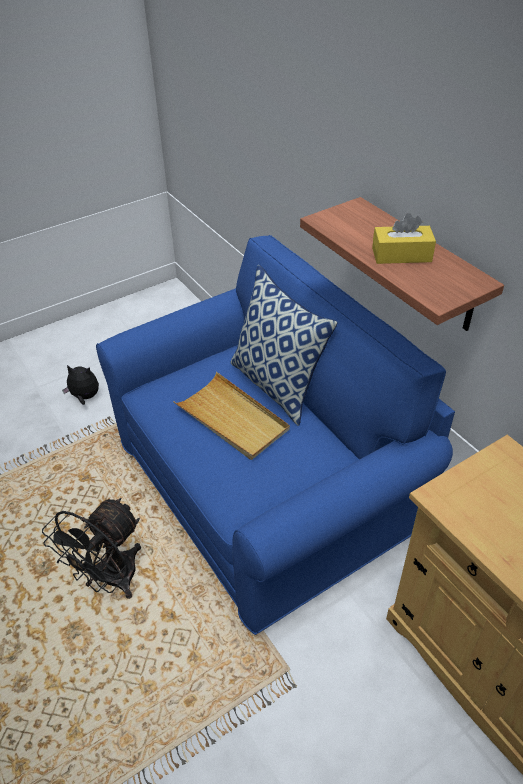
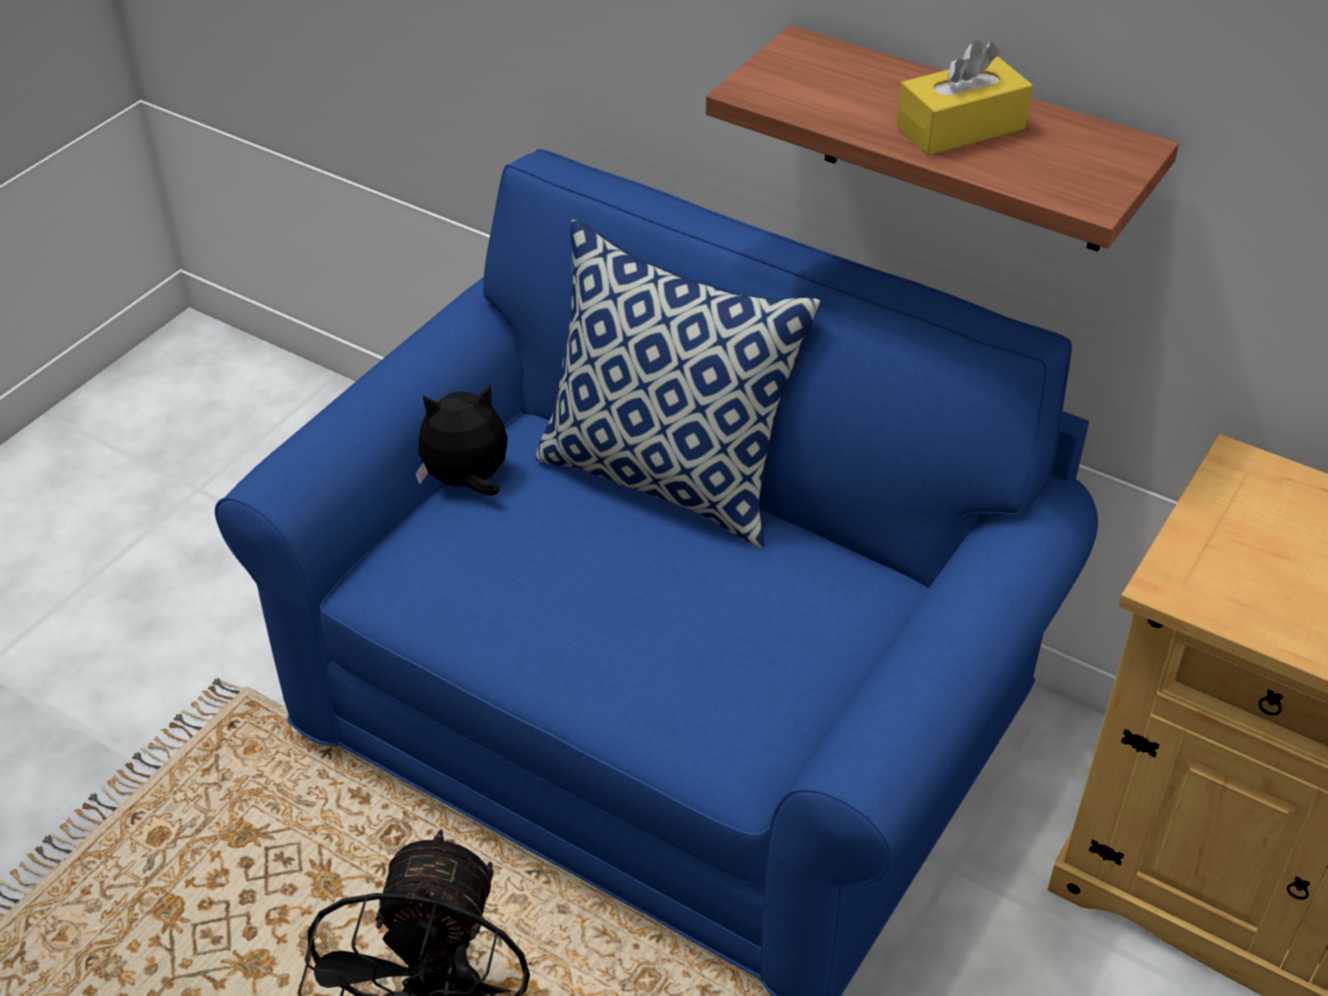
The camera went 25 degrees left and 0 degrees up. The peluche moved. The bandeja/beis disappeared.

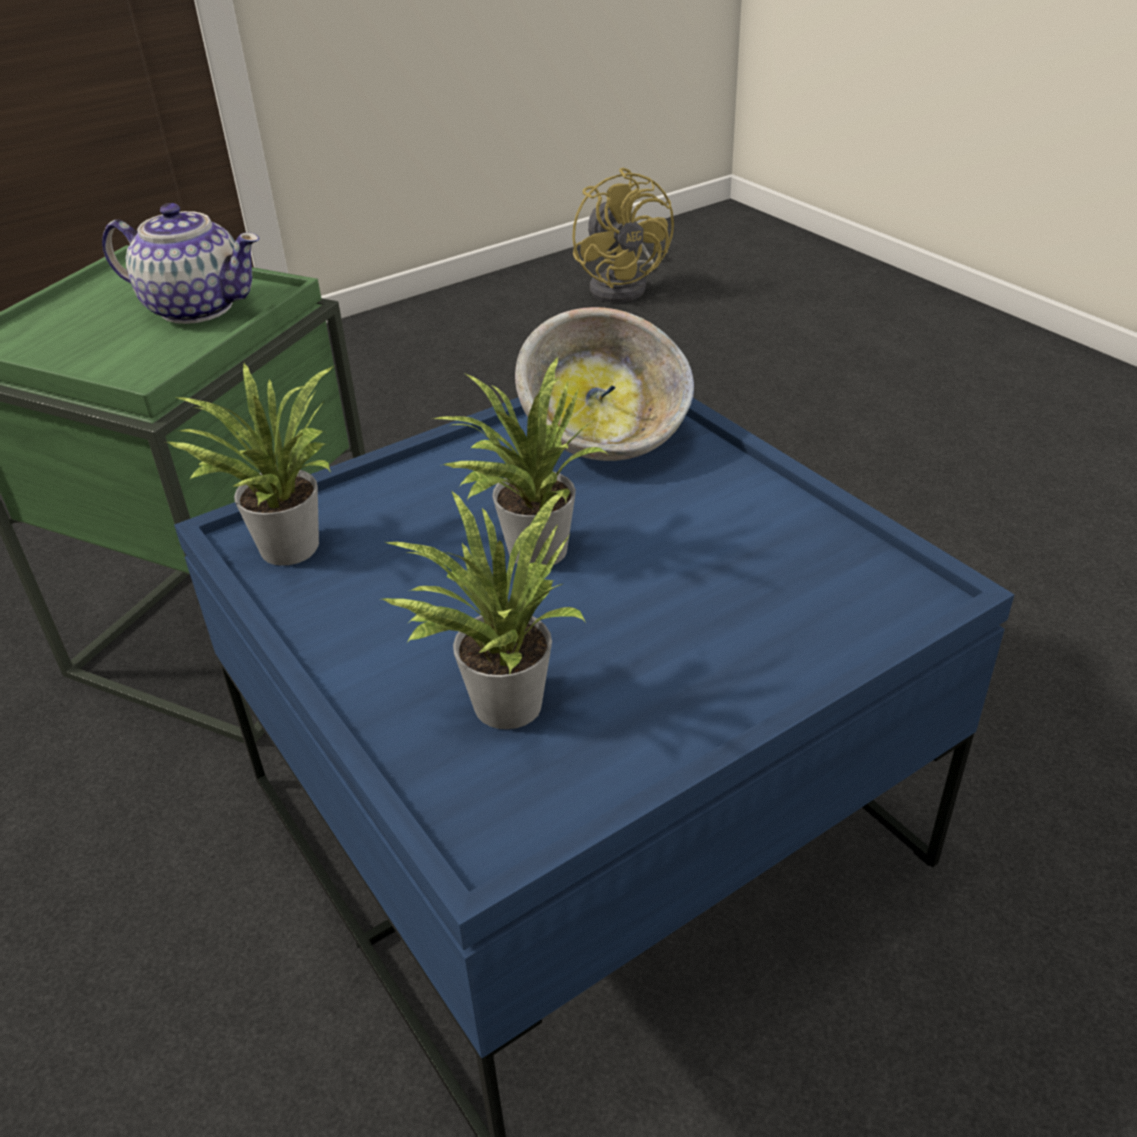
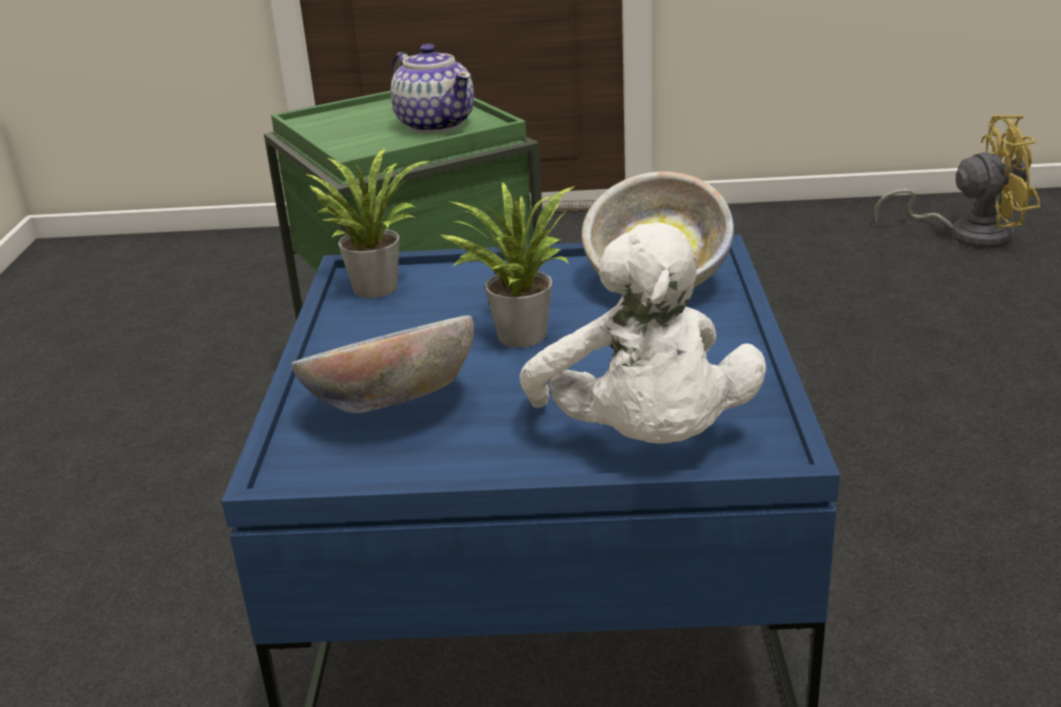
The camera went 35 degrees right and 10 degrees down. The planta en maceta (2nd from left) was replaced by the cuenco (1st from left). The peluche/blanco appeared. The ventilador/amarillo turned 105 degrees counterclockwise.

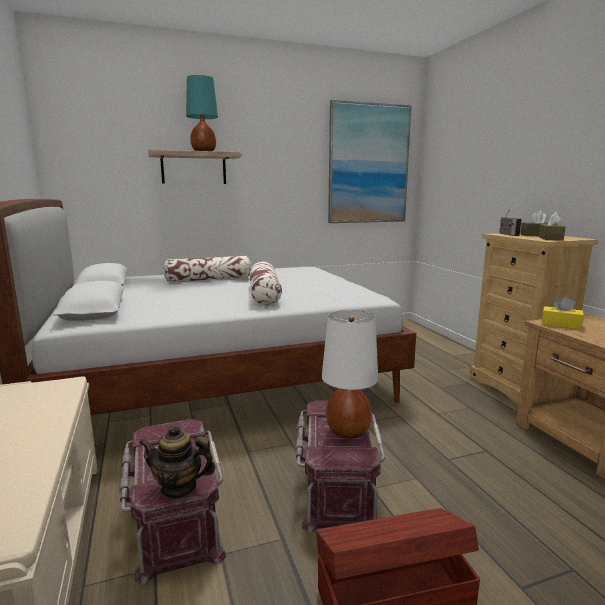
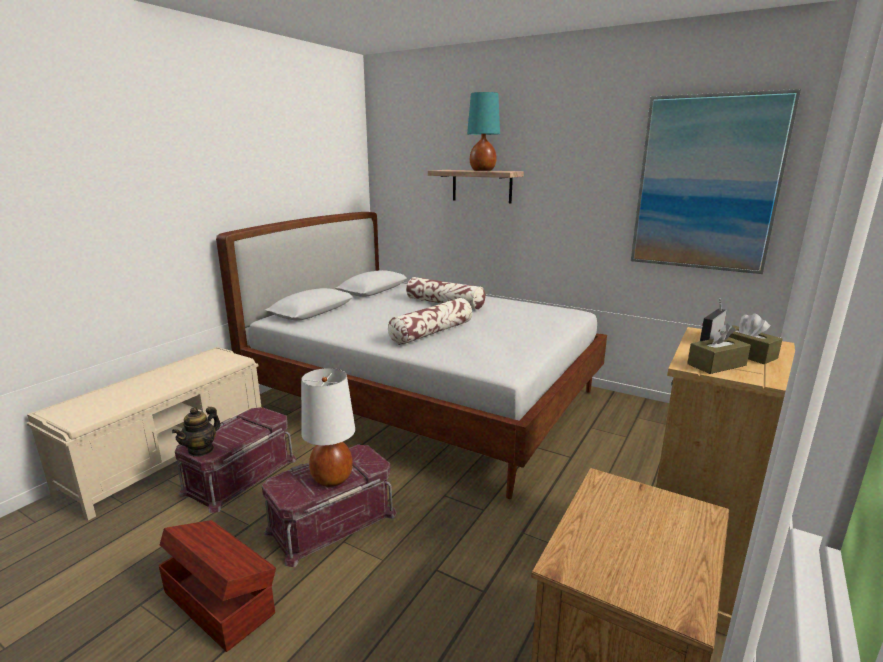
The camera went 50 degrees right and 5 degrees up. The tetera turned 120 degrees counterclockwise. The caja de pañuelos/amarillo disappeared.

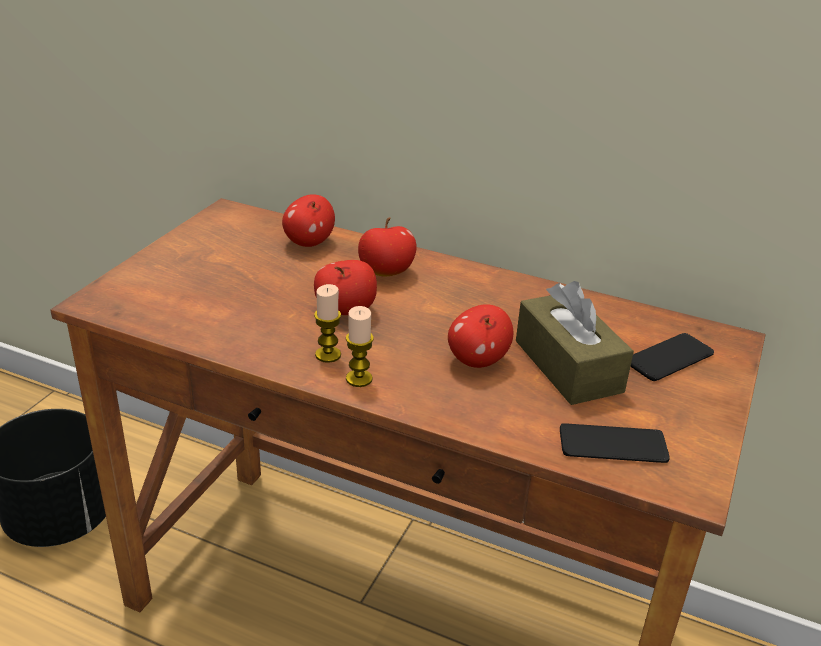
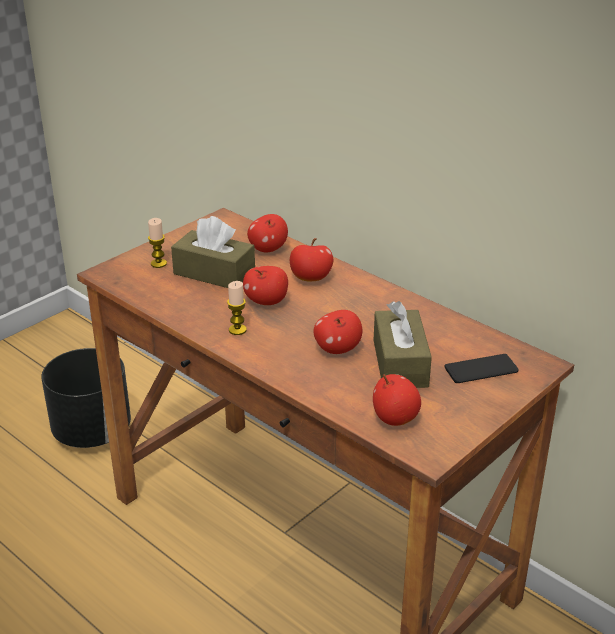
The camera went 20 degrees right and 0 degrees up. The vela (2nd from left in the first image) moved. The caja de pañuelos/marrón (1st from left) appeared. The móvil (1st from left) was replaced by the manzana (5th from left).

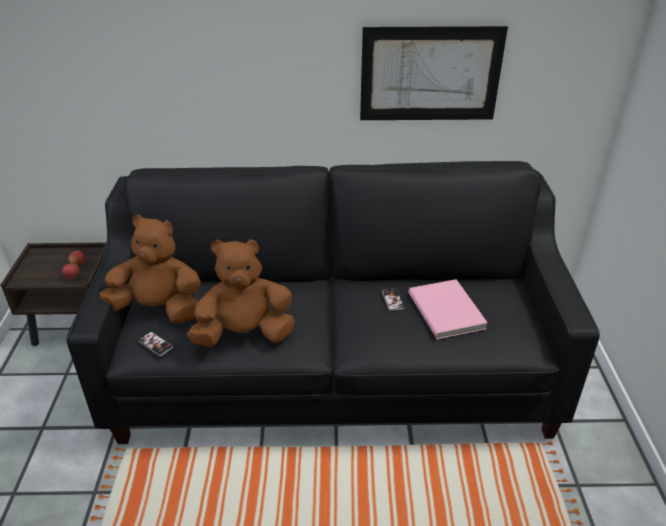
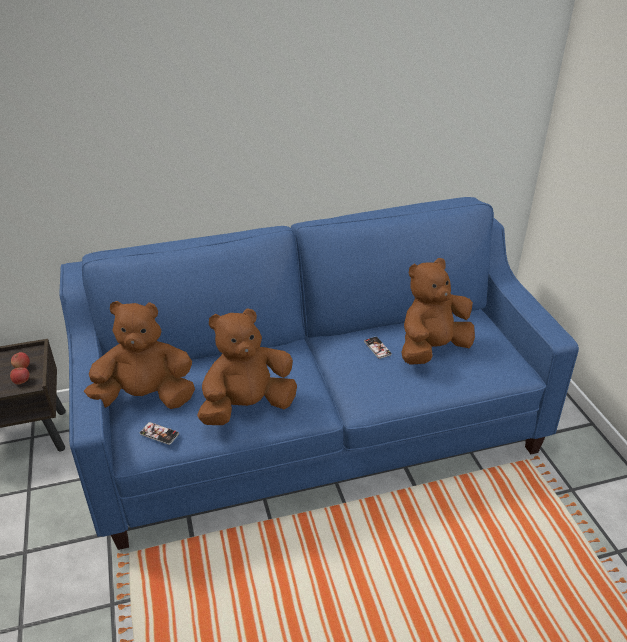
The camera went 15 degrees left and 0 degrees up. The sofá/negro became the sofá/azul. The libro/rosa was replaced by the peluche/marrón (3rd from left). The cuadro disappeared.

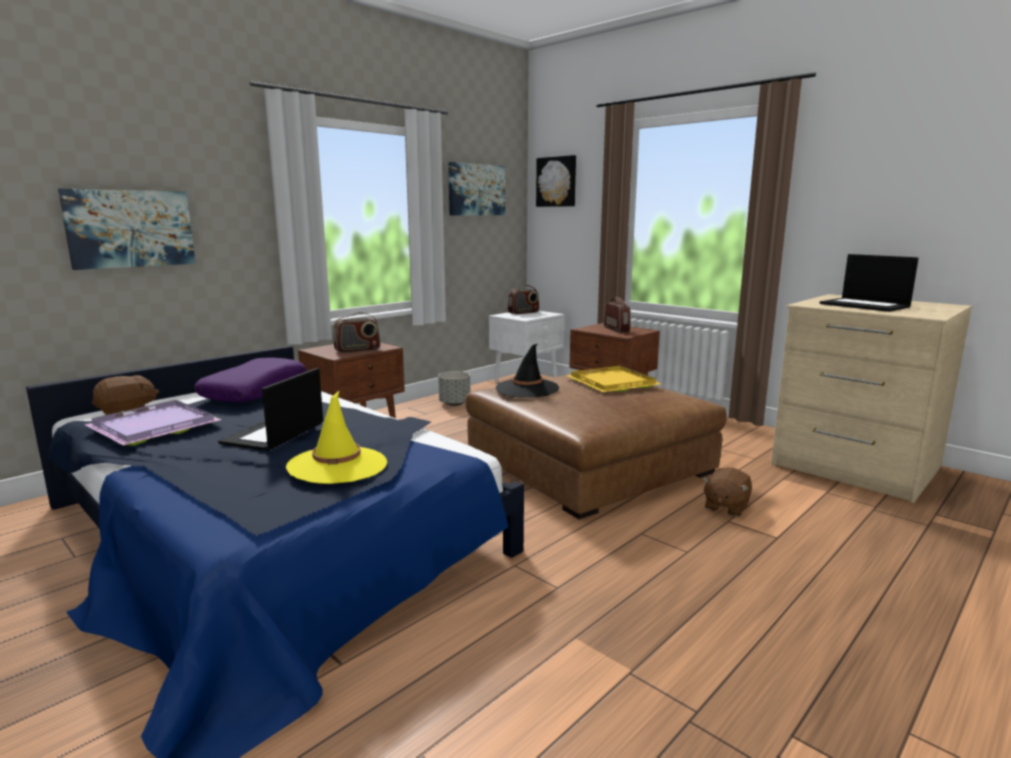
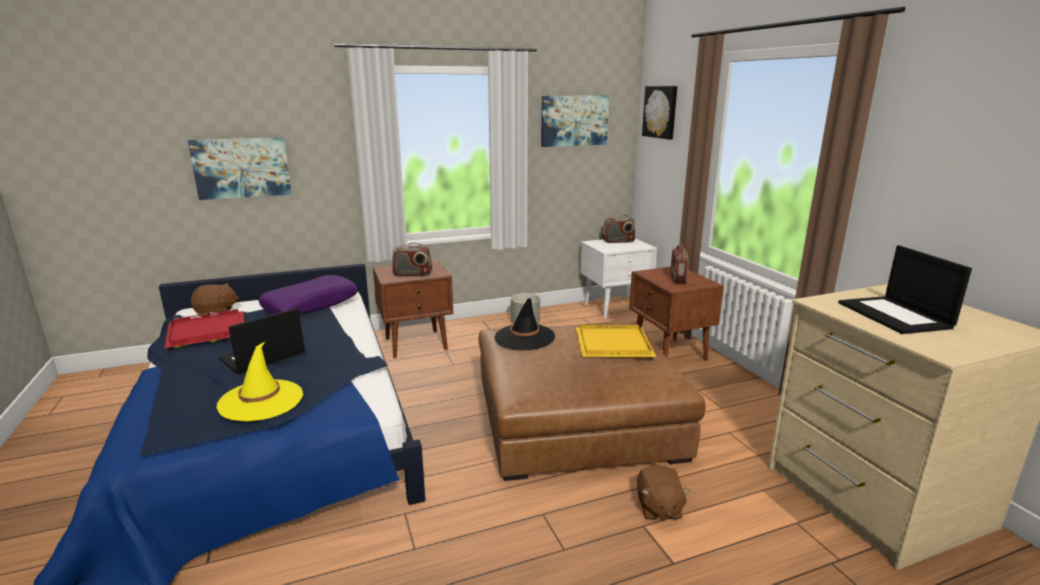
The camera went 25 degrees right and 5 degrees up. The bandeja/morado became the bandeja/rojo. The peluche/marrón (2nd from left) turned 60 degrees counterclockwise.

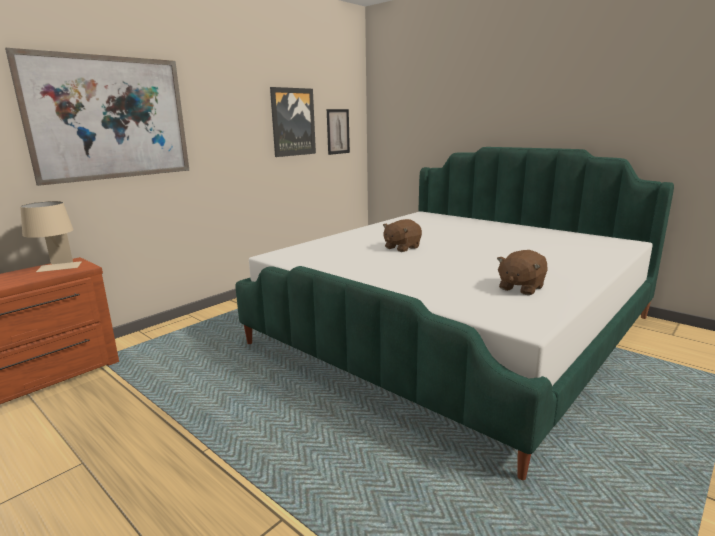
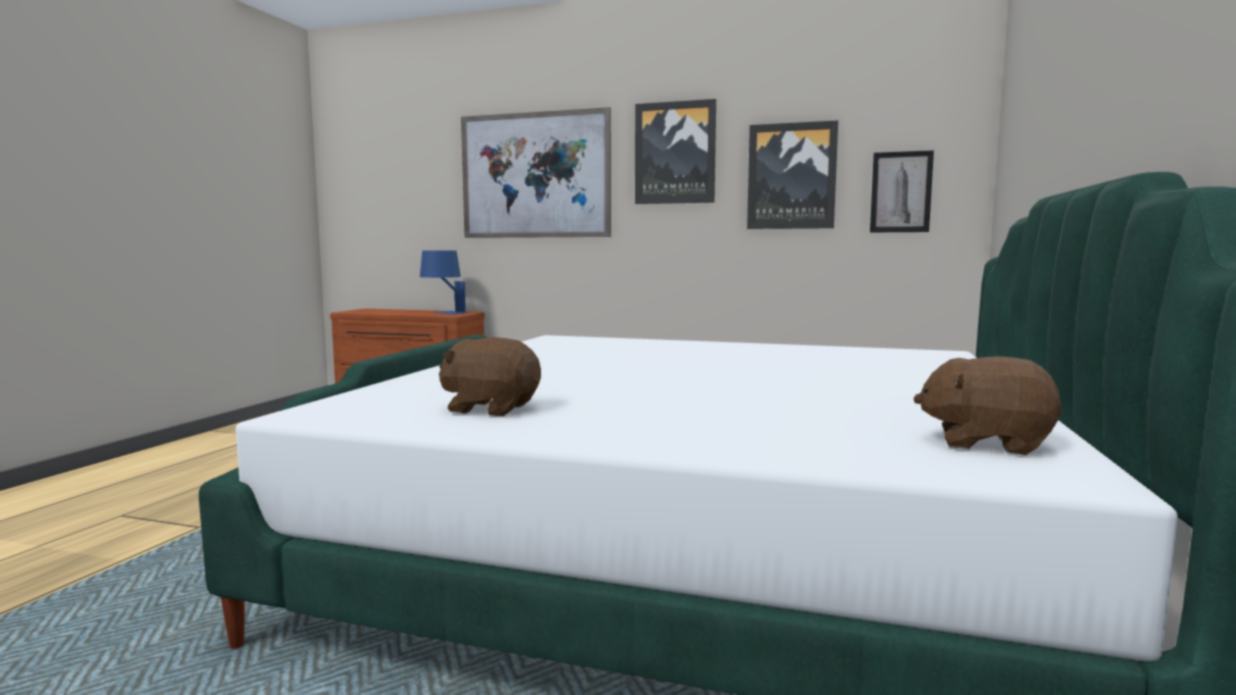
The camera went 65 degrees right and 10 degrees down. The lámpara de mesa/beis became the lámpara de mesa/azul. The cuadro (2nd from left) appeared. The peluche/marrón (1st from left in the first image) moved.

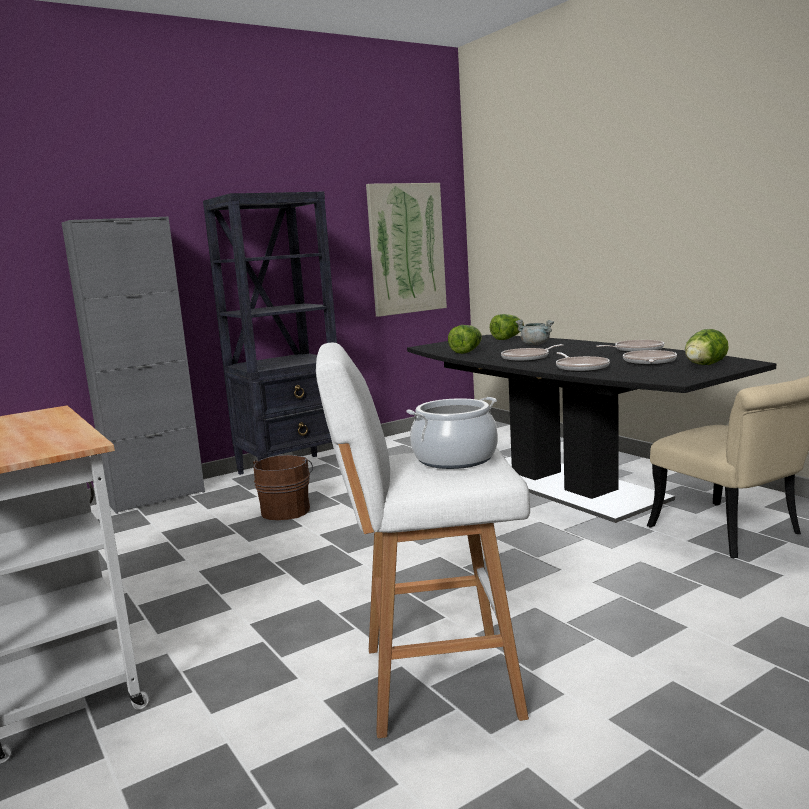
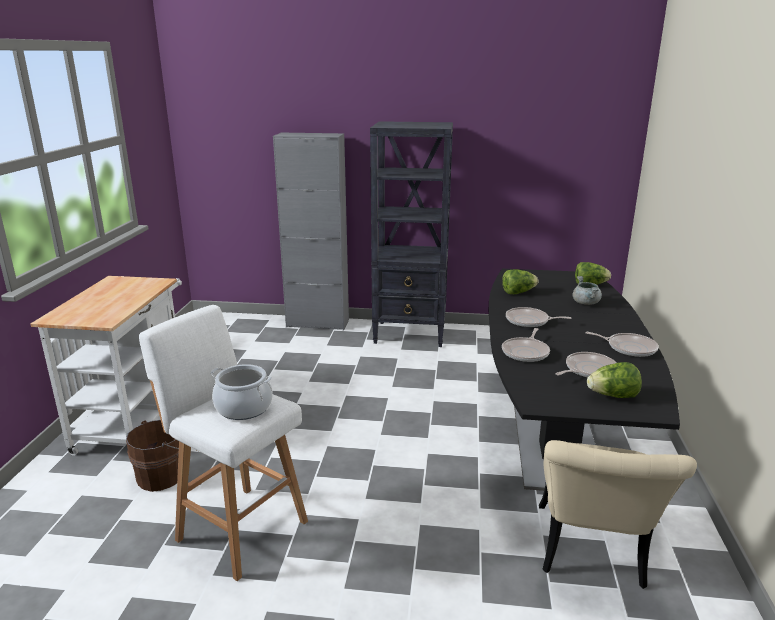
The camera went 40 degrees right and 10 degrees up. The cubo/marrón moved. The cuadro disappeared.

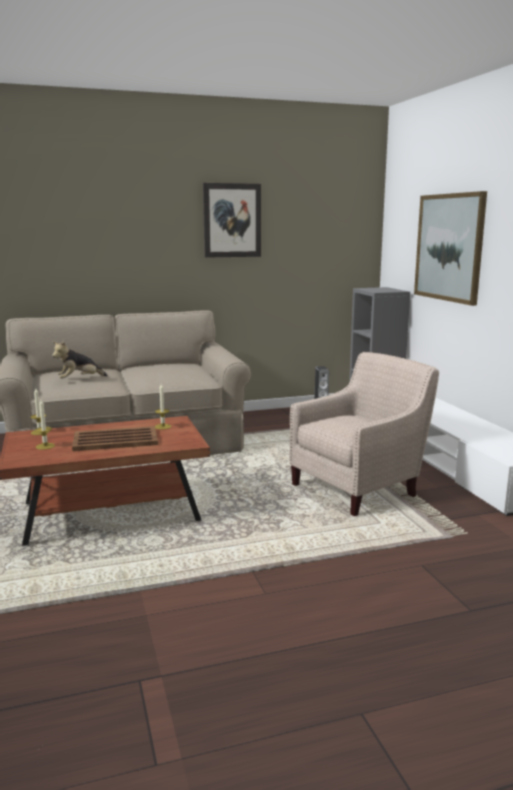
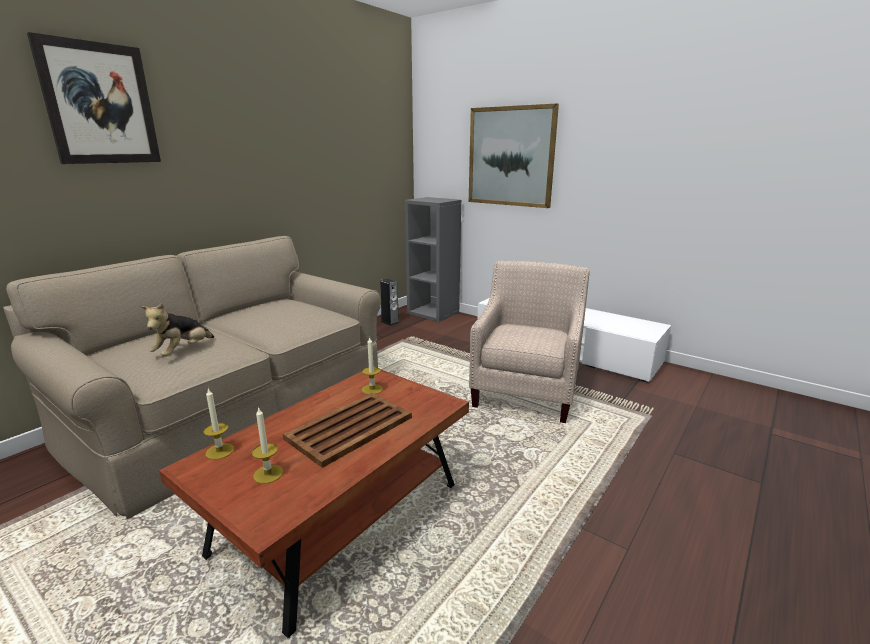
The camera went 35 degrees left and 5 degrees up. The cuadro (1st from left) moved.

